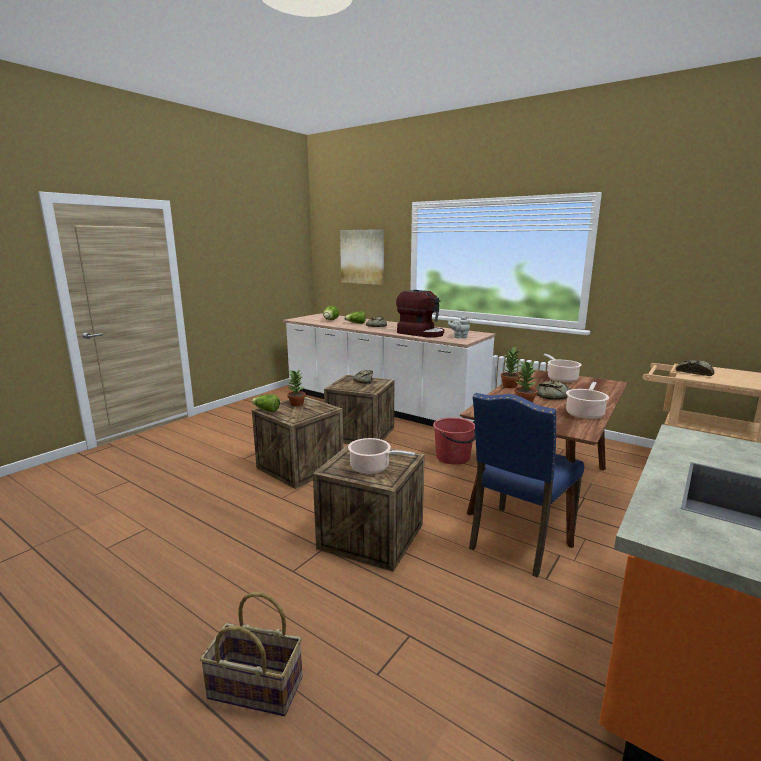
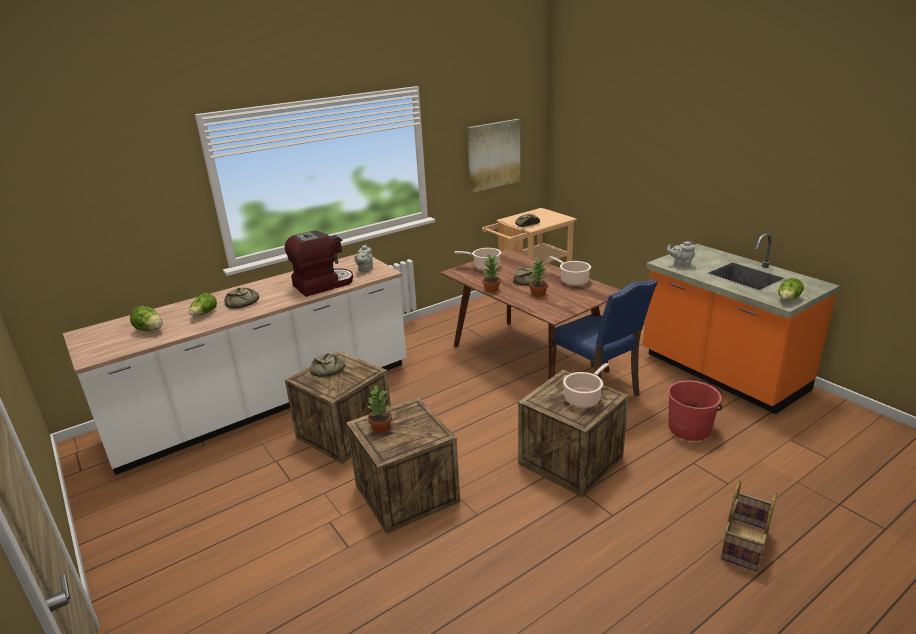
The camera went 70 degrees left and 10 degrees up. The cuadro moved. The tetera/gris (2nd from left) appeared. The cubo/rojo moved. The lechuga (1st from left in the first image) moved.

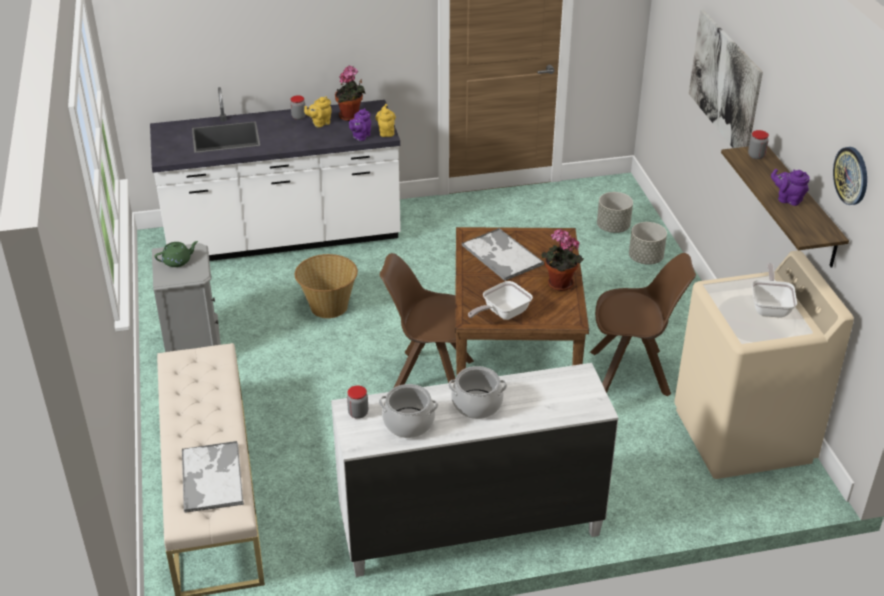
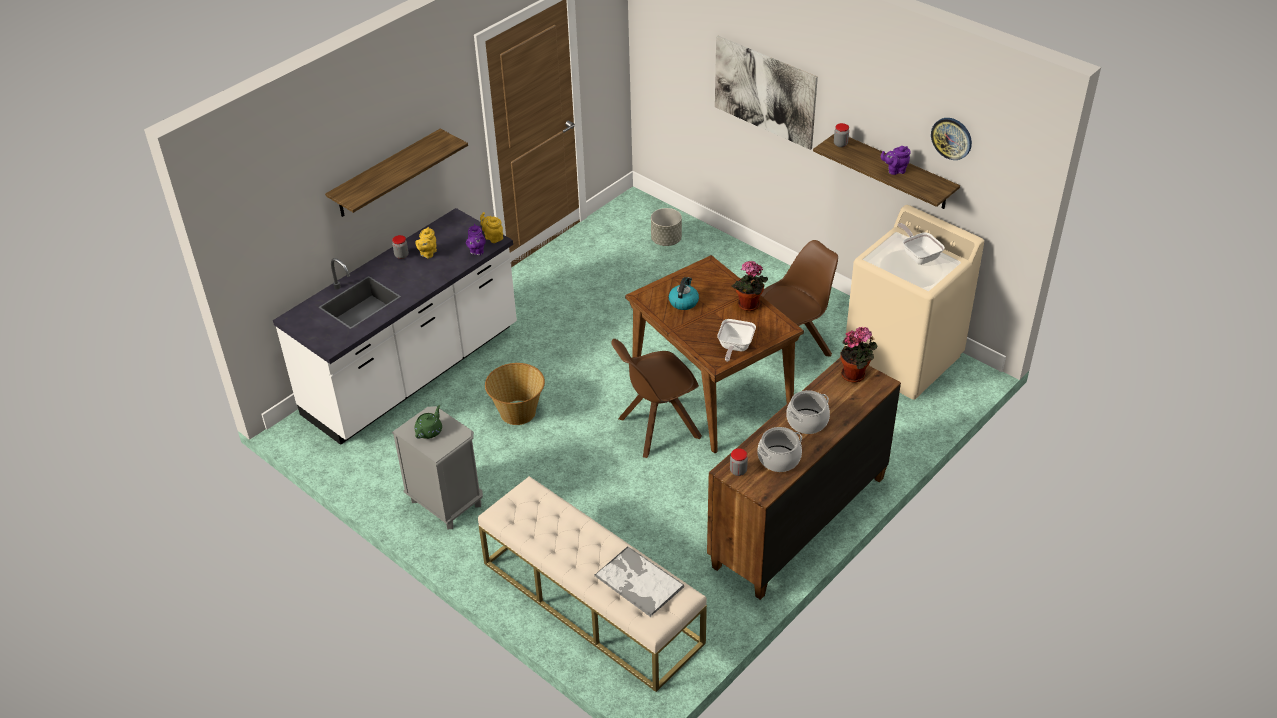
The camera went 35 degrees left and 5 degrees up. The estante (1st from left) appeared. The bandeja (2nd from left) was replaced by the hervidor. The cómoda/blanco became the cómoda/marrón. The planta en maceta (1st from left in the first image) moved. The maceta/gris (2nd from left) disappeared.

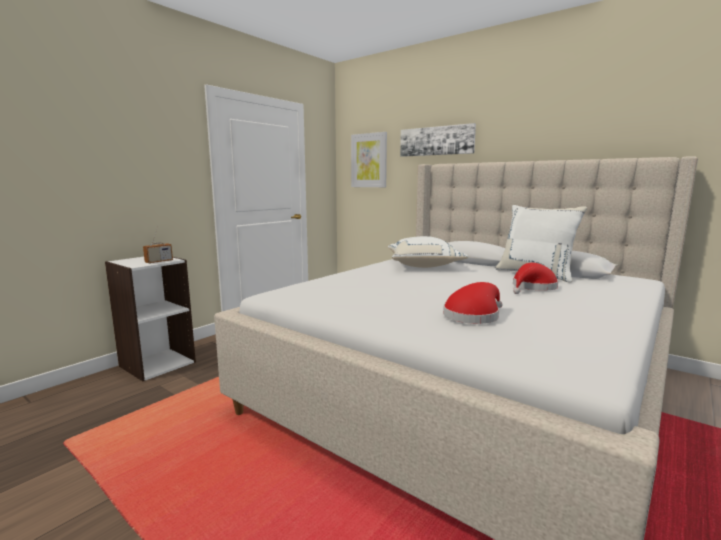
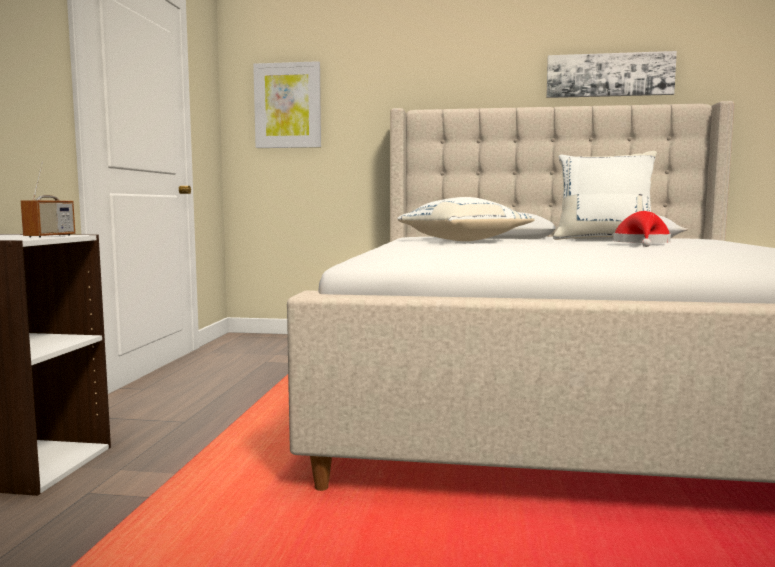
The camera went 30 degrees left and 5 degrees down. The cuadro (2nd from left) moved. The sombrero/rojo (1st from left) disappeared.

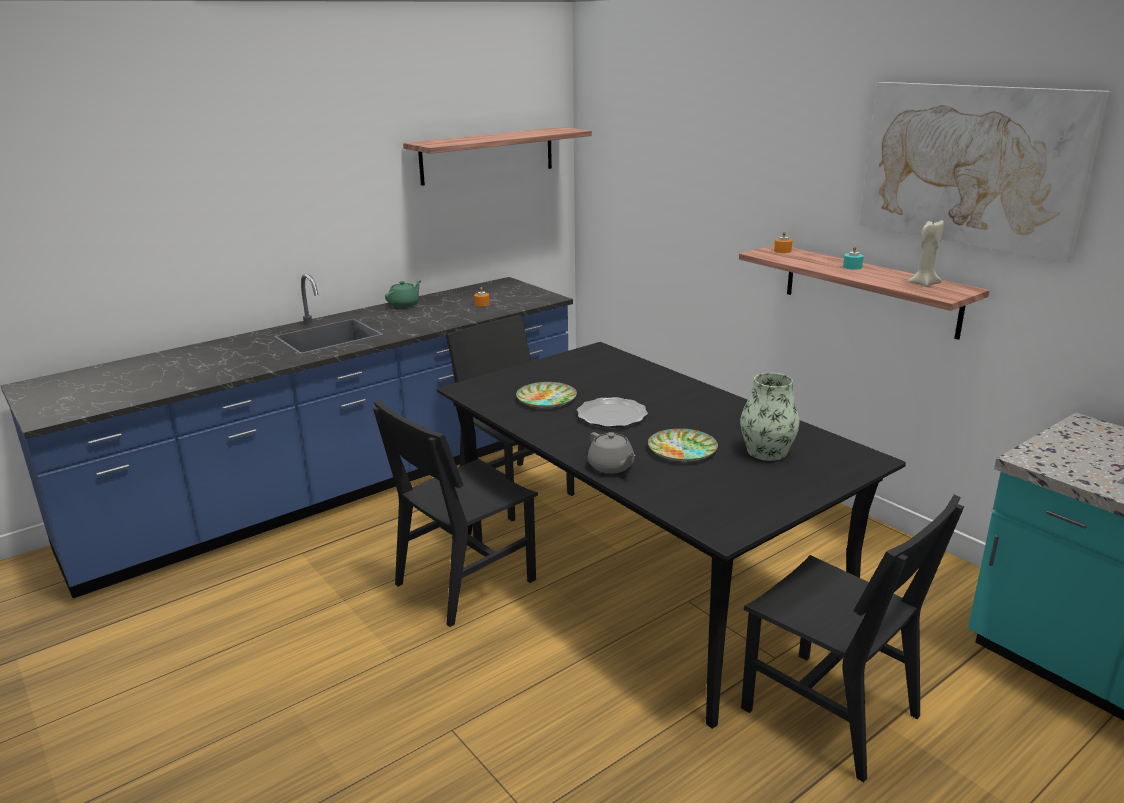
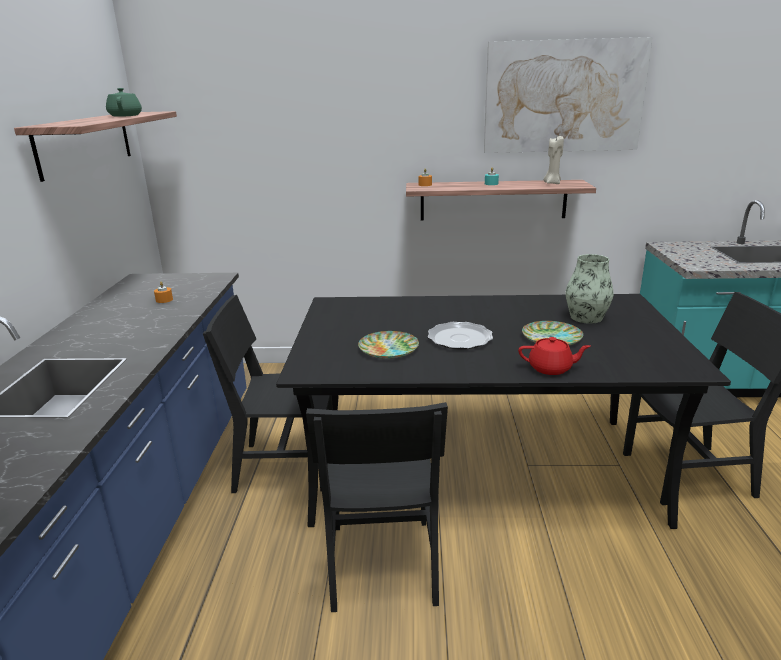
The camera went 50 degrees left and 0 degrees up. The tetera/verde moved. The tetera/gris became the tetera/rojo.

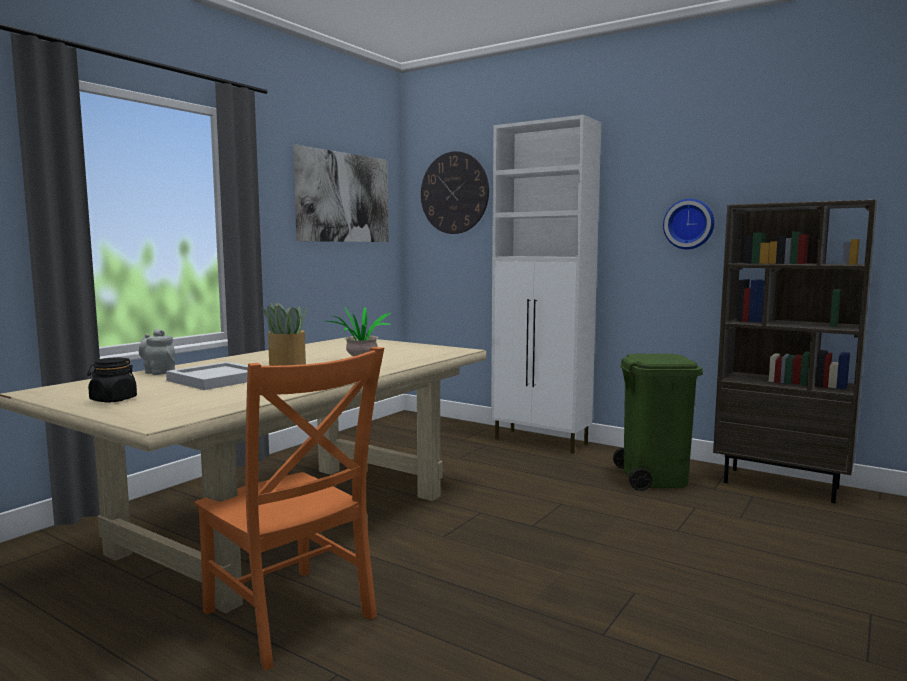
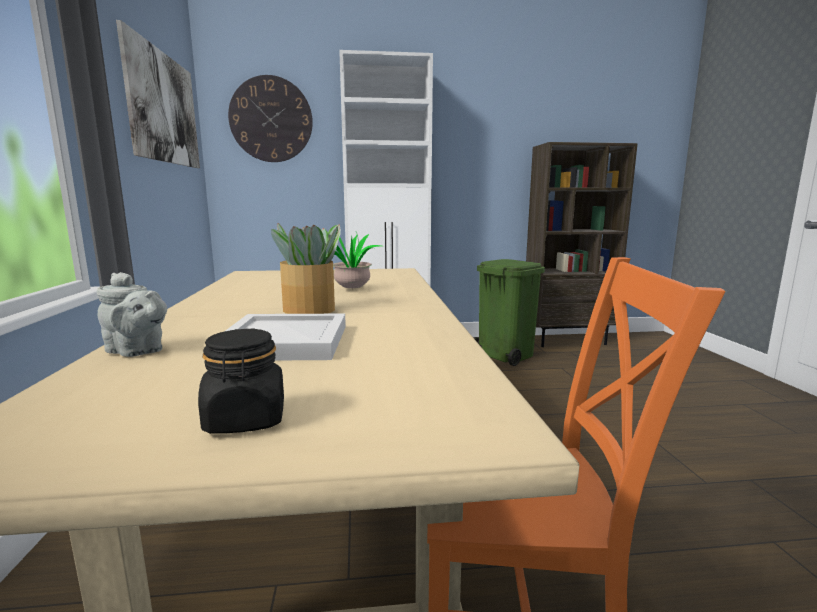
The camera went 40 degrees left and 5 degrees up. The tetera/gris turned 150 degrees counterclockwise. The reloj de pared (2nd from left) disappeared.

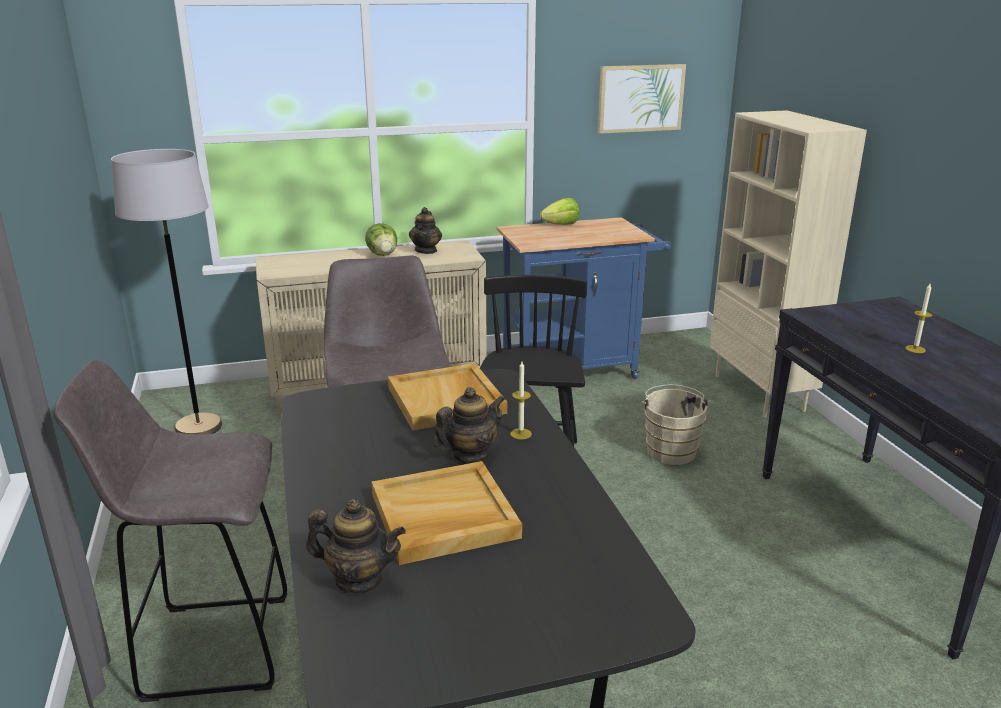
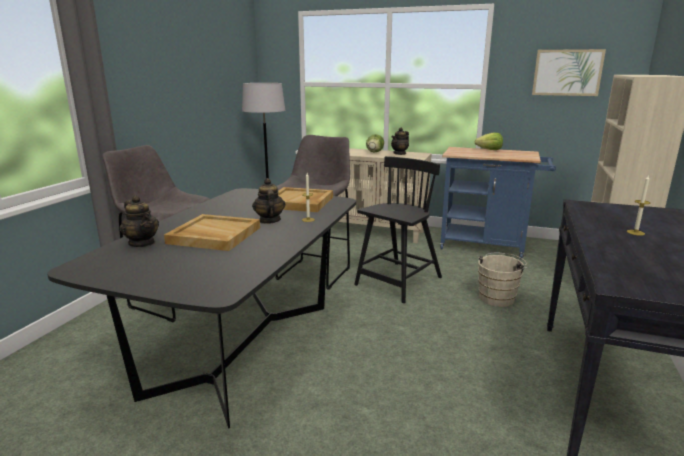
The camera went 35 degrees right and 5 degrees down. The tetera (3rd from left in the first image) turned 105 degrees counterclockwise.

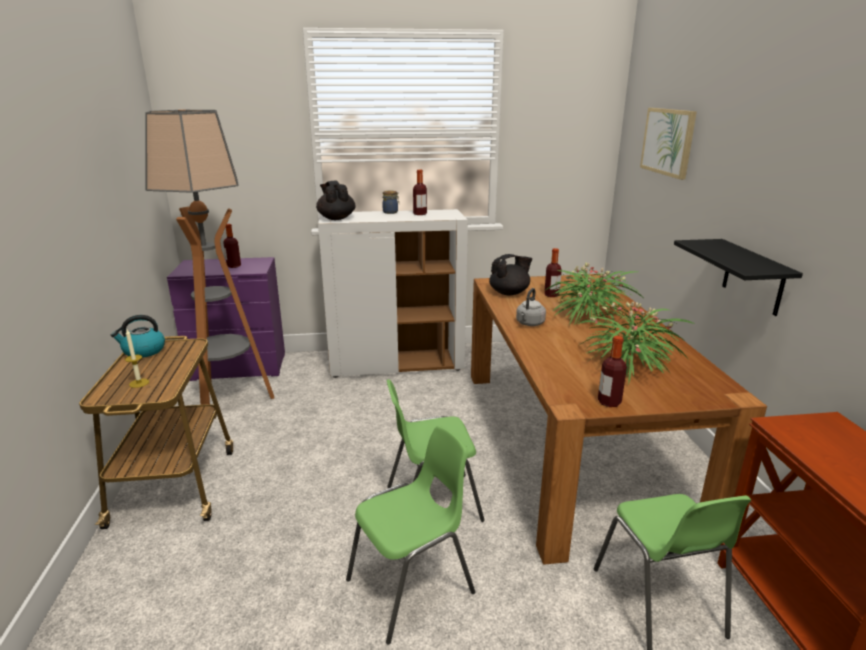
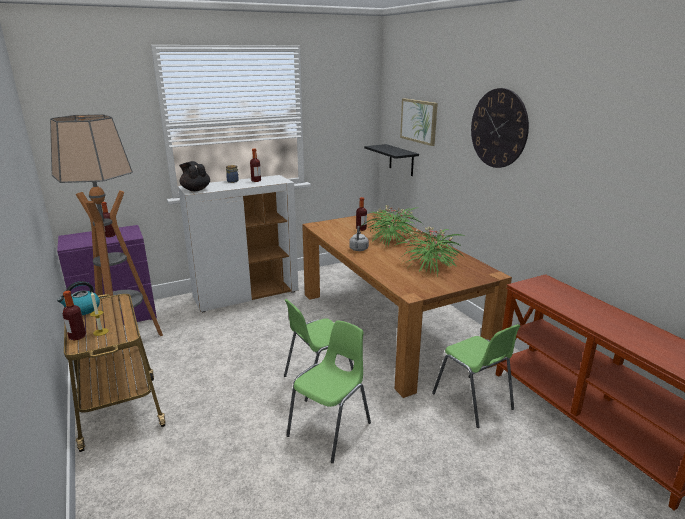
The camera went 20 degrees left and 0 degrees up. The botella (4th from left in the first image) moved. The estante/negro moved. The reloj de pared appeared. The tetera/negro (2nd from left) disappeared.

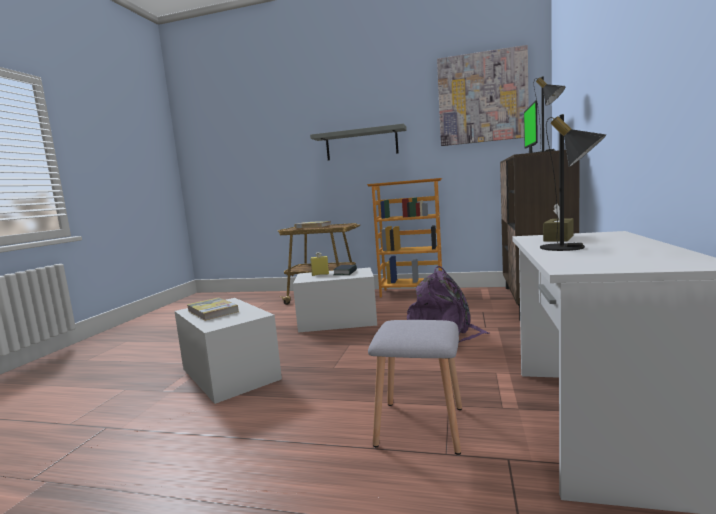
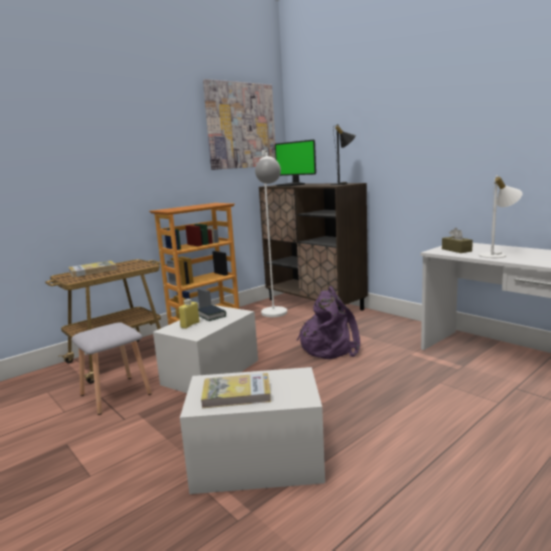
The camera went 55 degrees left and 5 degrees up. The taburete/gris moved. The lámpara de pie/blanco appeared. The lámpara de mesa/negro (2nd from left) became the lámpara de mesa/blanco. The estante/gris disappeared.

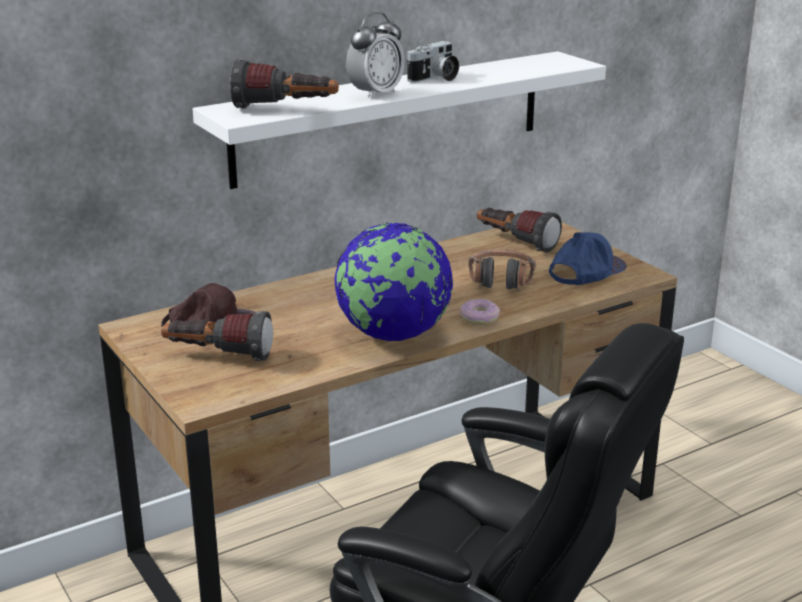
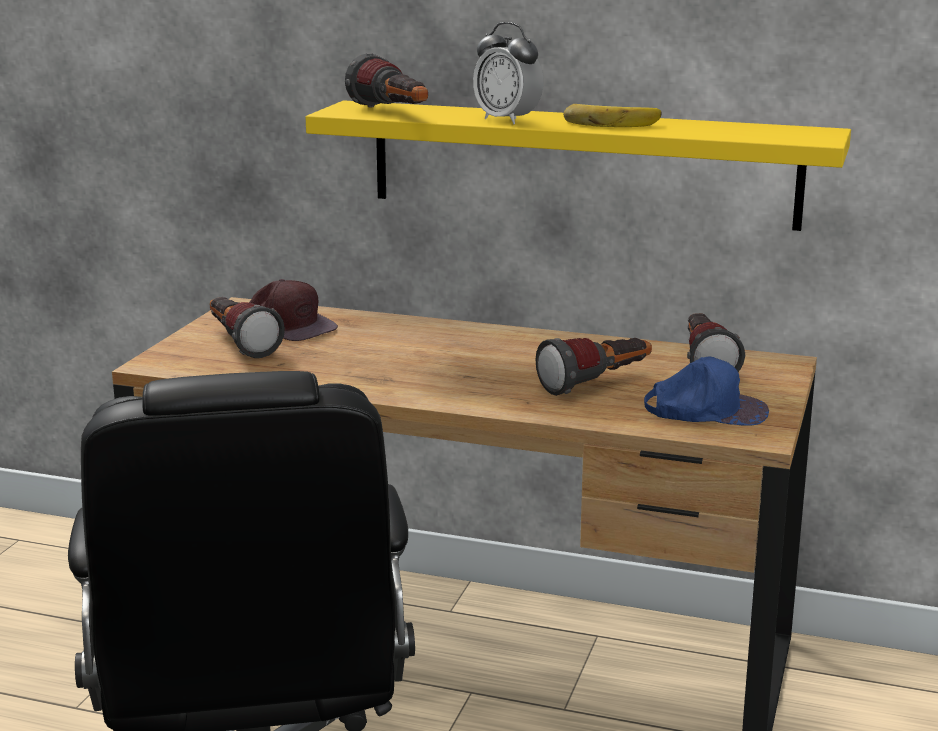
The camera went 50 degrees right and 5 degrees down. The estante/blanco became the estante/amarillo. The despertador turned 45 degrees clockwise. The auriculares was replaced by the linterna (3rd from left). The cámara was replaced by the plátano. The globo terráqueo disappeared. The rosquilla disappeared.

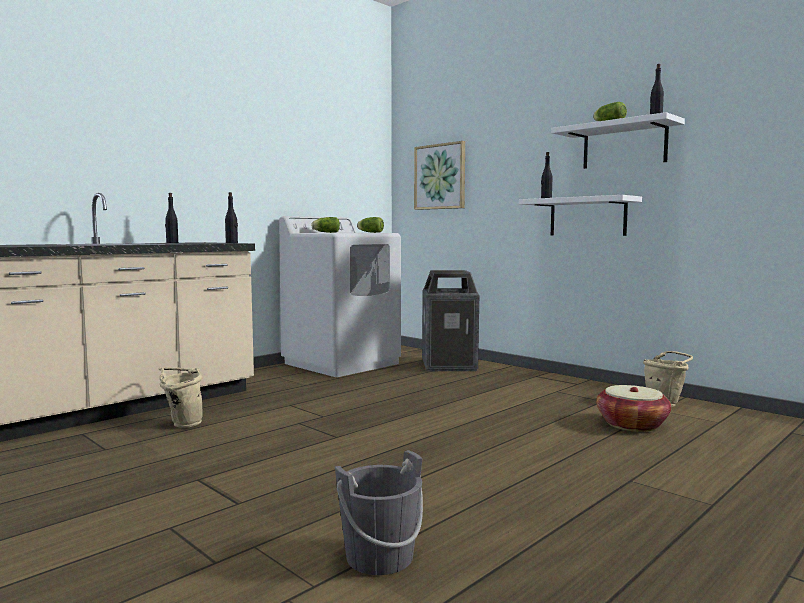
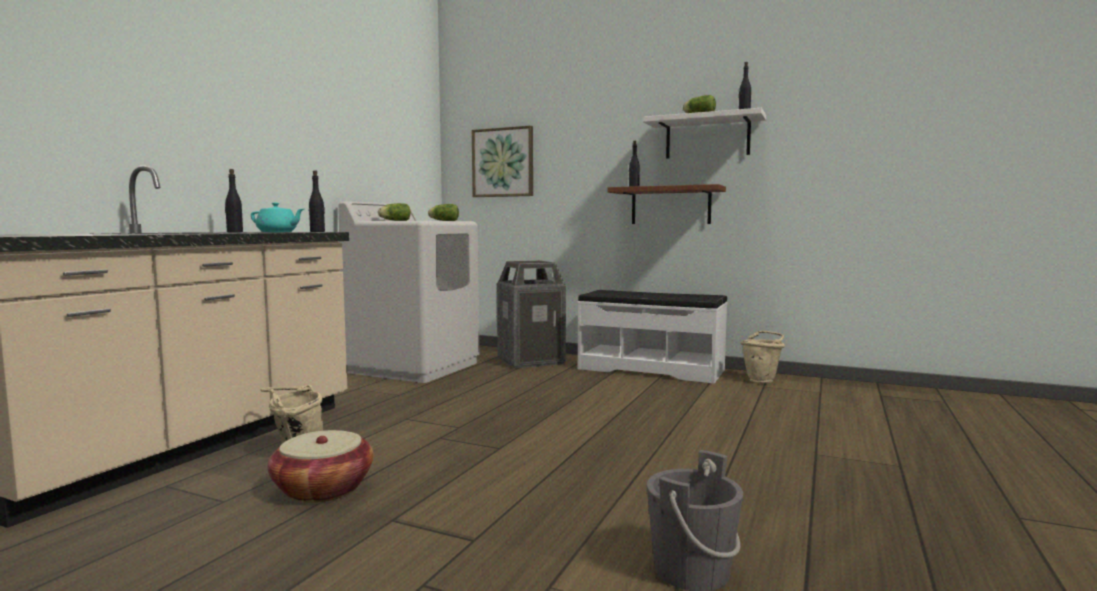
The camera went 20 degrees left and 0 degrees up. The tetera/turquesa appeared. The cesta moved. The banco/blanco appeared. The estante/blanco (1st from left) became the estante/marrón.

